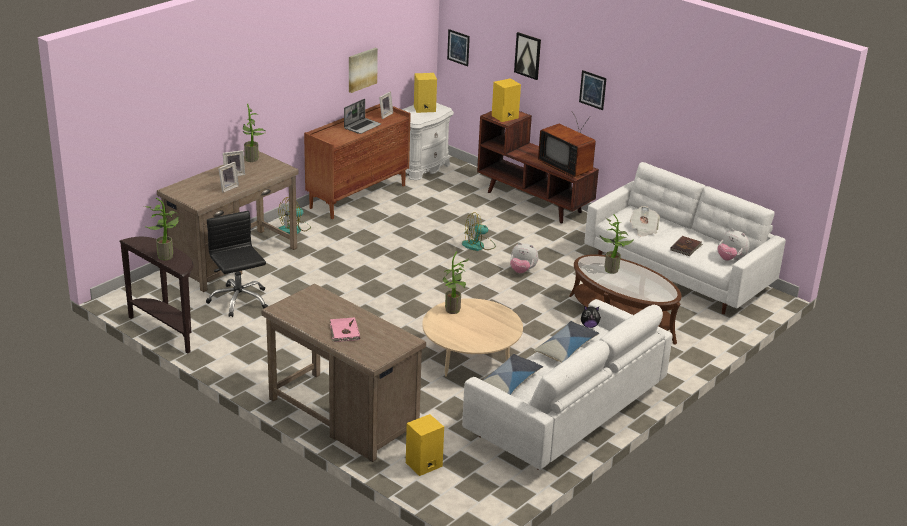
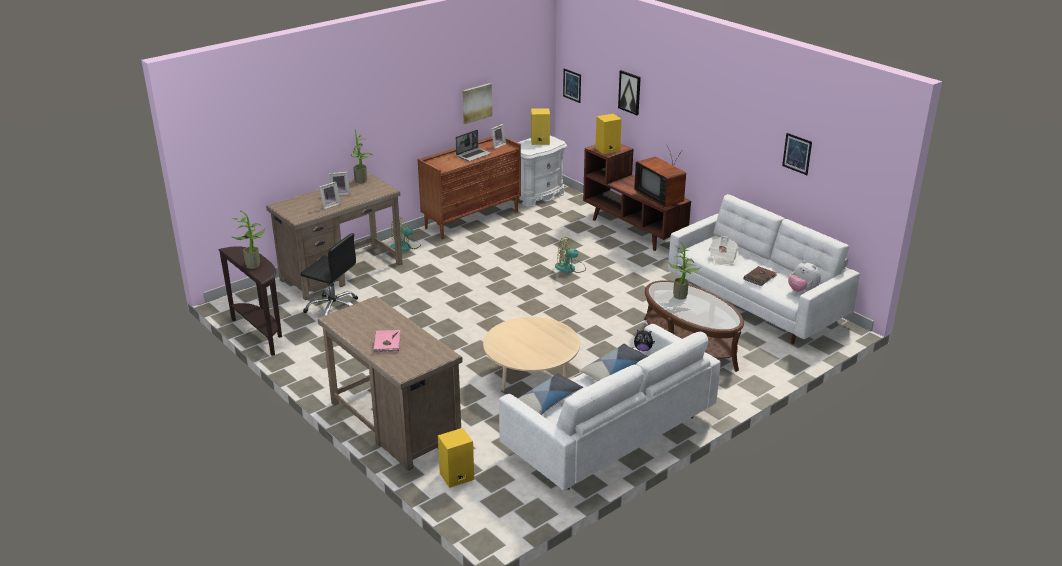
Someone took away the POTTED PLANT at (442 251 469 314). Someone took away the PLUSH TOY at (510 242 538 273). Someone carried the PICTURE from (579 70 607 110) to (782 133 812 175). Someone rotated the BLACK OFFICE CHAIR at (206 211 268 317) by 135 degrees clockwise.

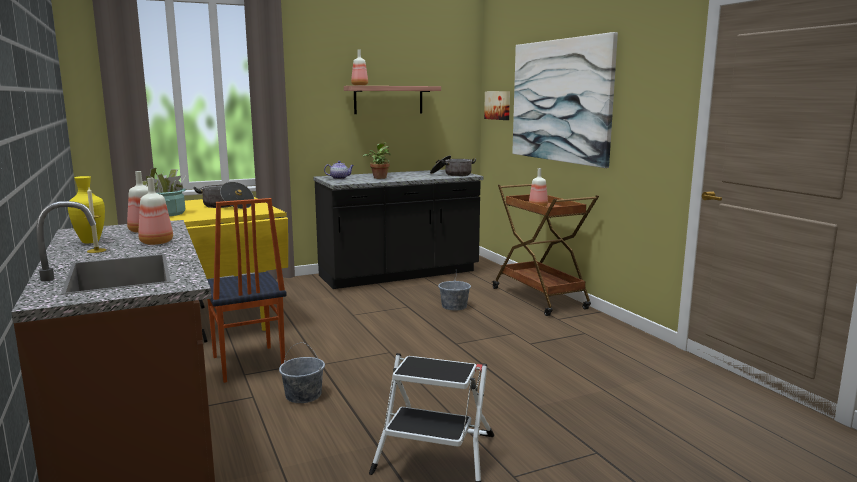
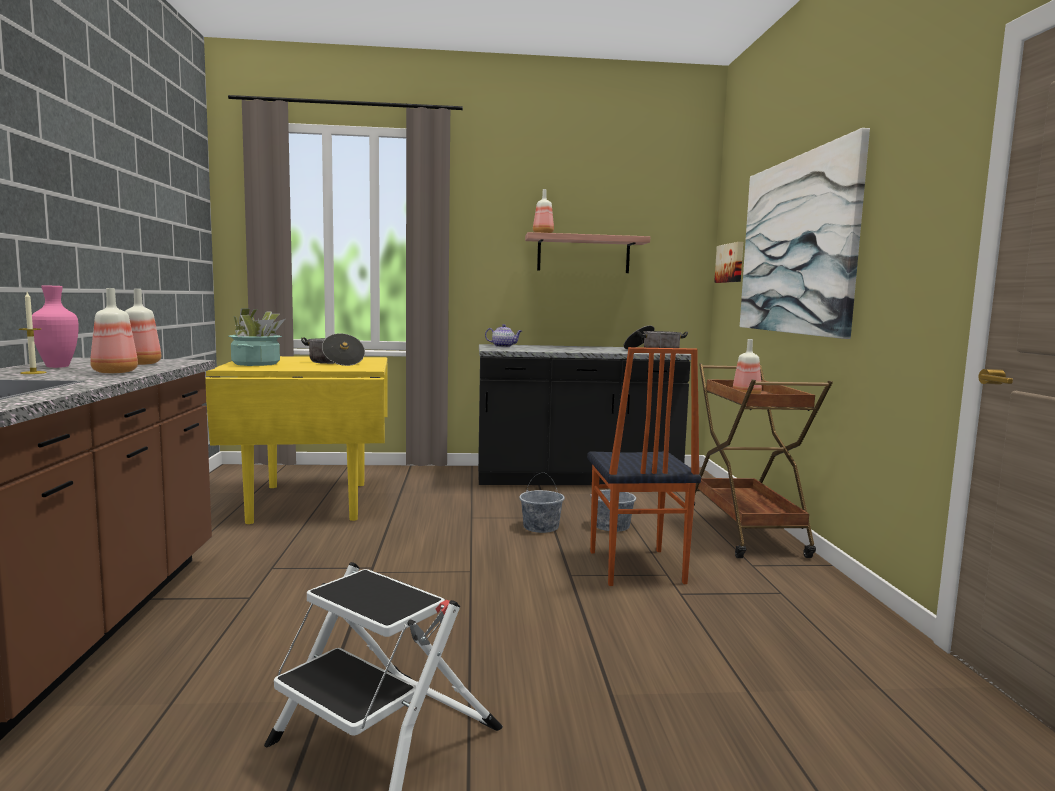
Someone took away the POTTED PLANT at (363 142 391 179). Someone carried the CHAIR from (207 198 287 383) to (587 347 701 586). Someone carried the GREY BUCKET from (279 342 325 403) to (519 472 565 533). Someone repainted the YELLOW VASE at (68 176 105 243), which became the PINK VASE at (32 285 79 368).

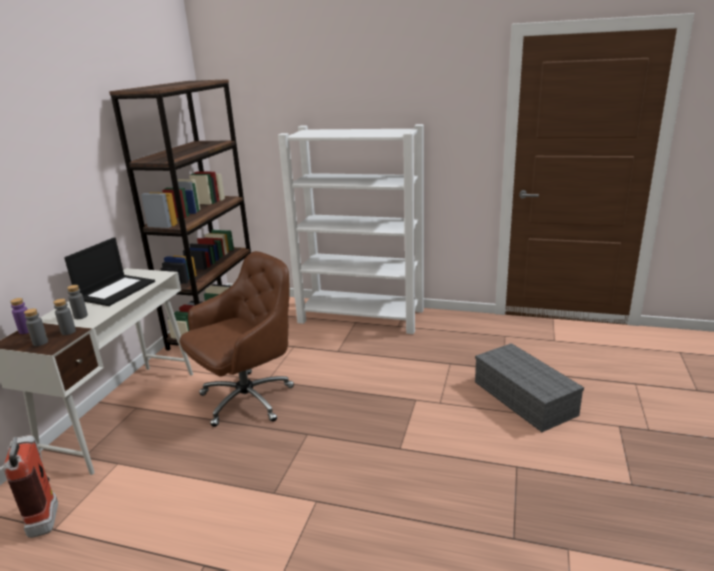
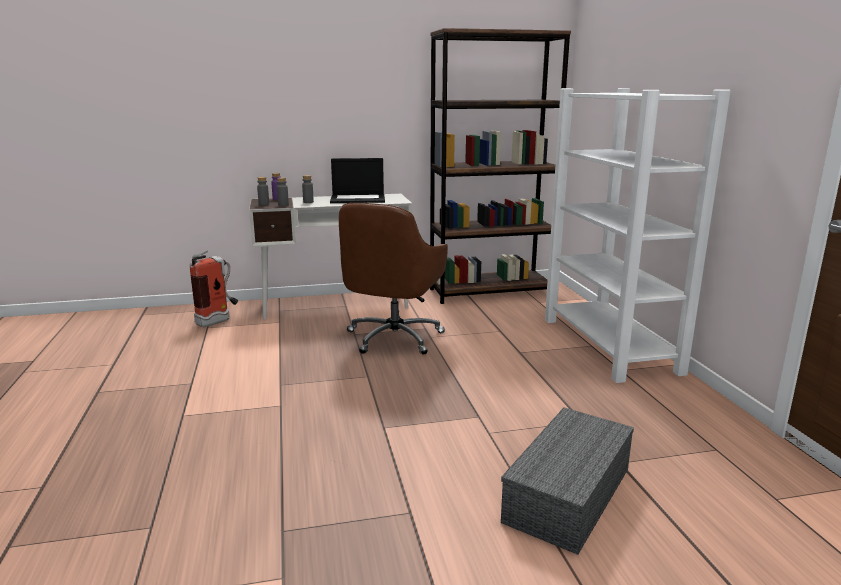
Someone rotated the BROWN OFFICE CHAIR at (180 251 294 427) by 90 degrees clockwise.

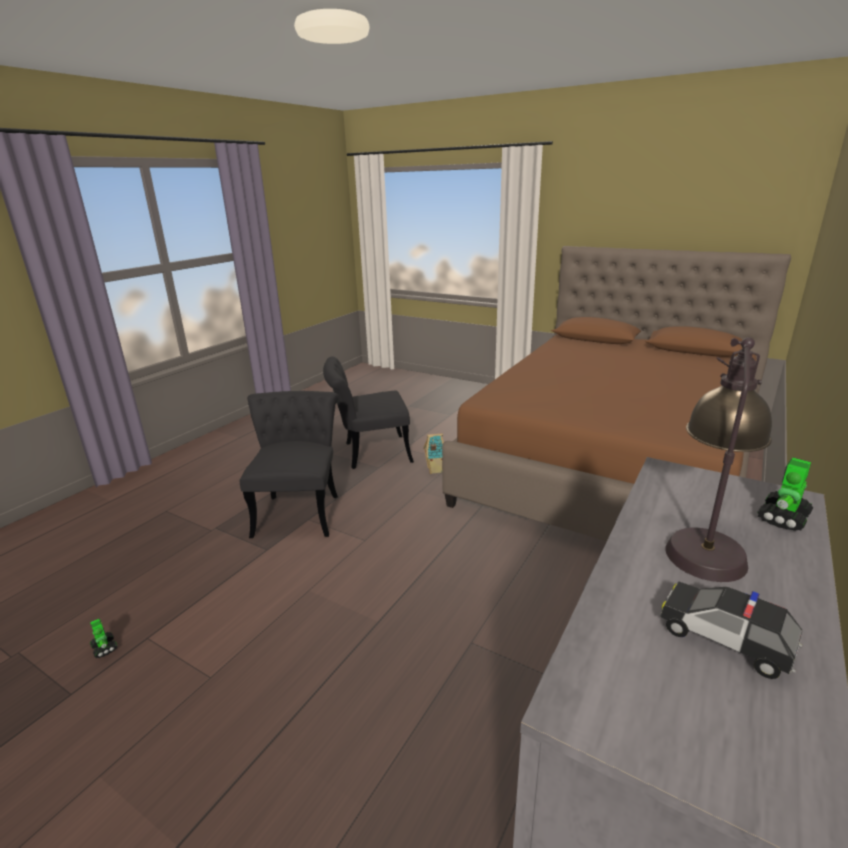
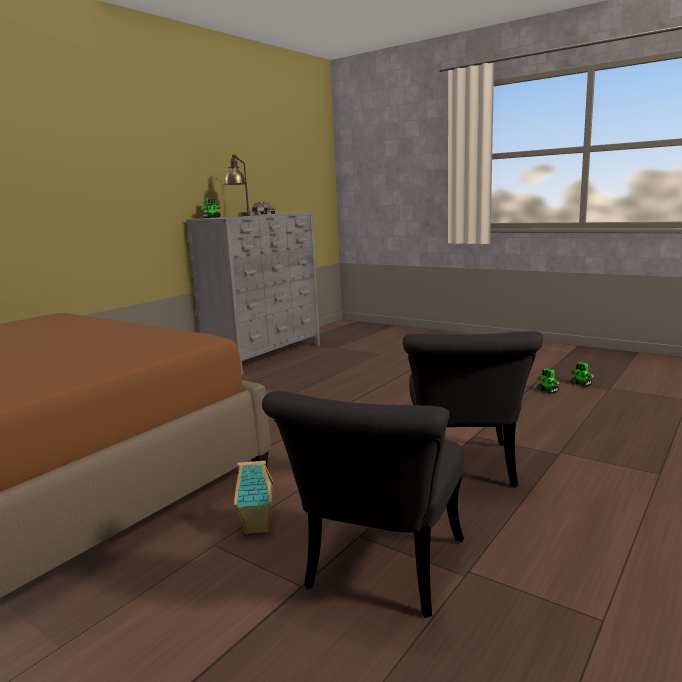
Someone put down the TOY ROBOT at (569 362 594 387). Someone rotated the BLACK CHAIR at (323 356 414 469) by 120 degrees clockwise.

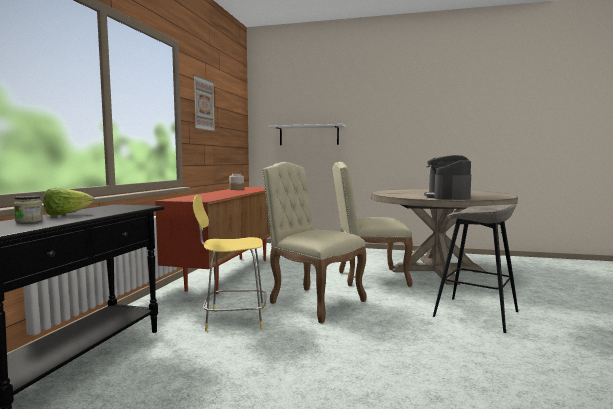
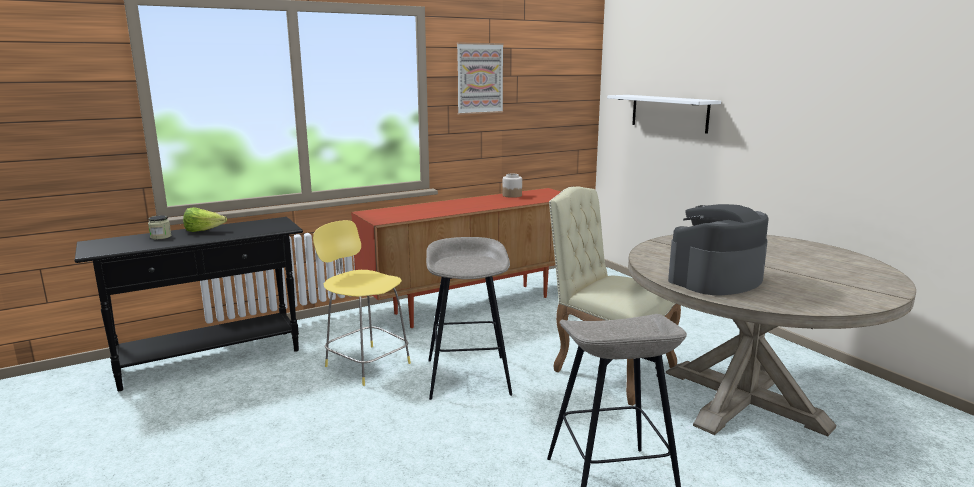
Someone swapped the BEIGE CHAIR at (263 162 367 324) for the GREY STOOL at (426 237 512 400).

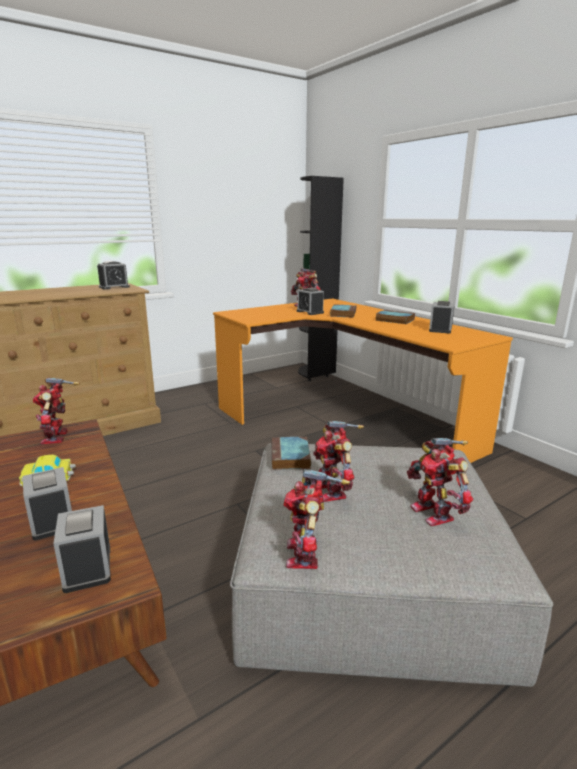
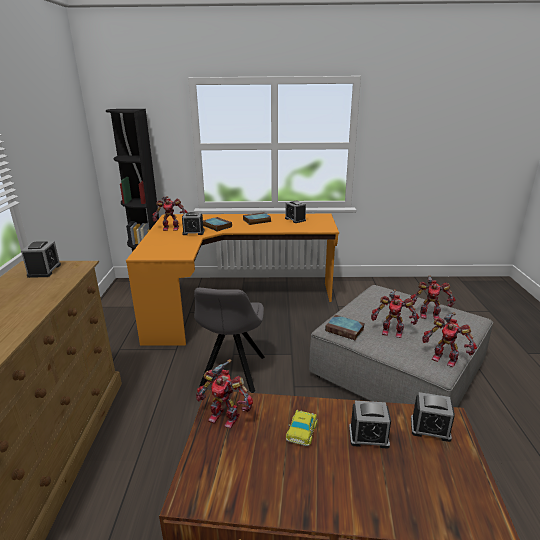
Someone put down the GREY CHAIR at (194 288 265 393).

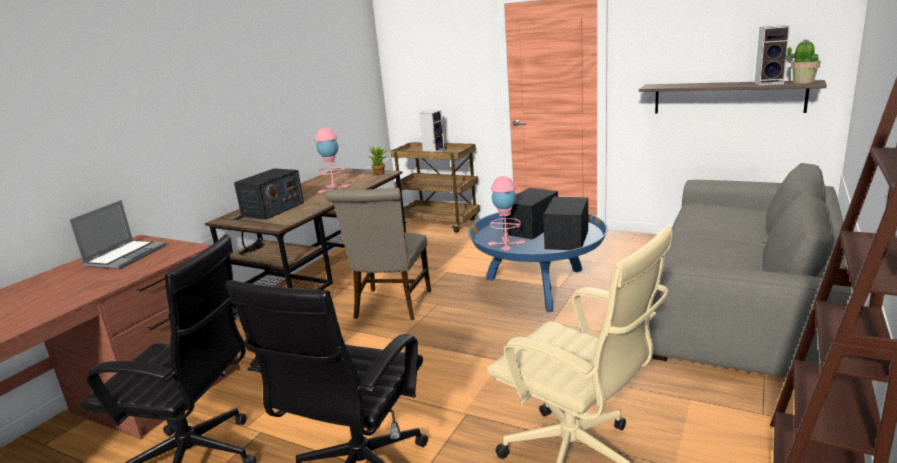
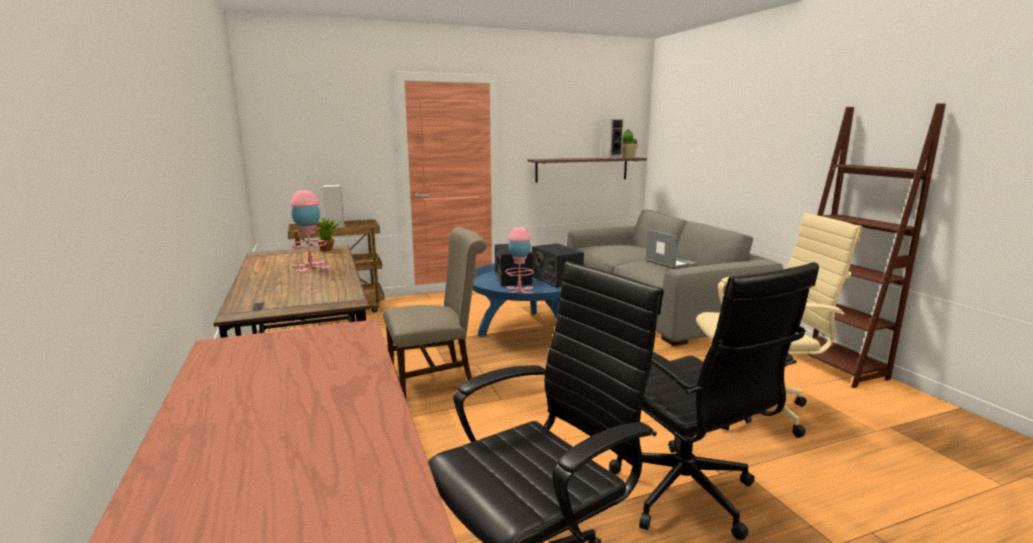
Someone took away the RADIO at (234 168 304 220). Someone carried the LAPTOP from (69 200 166 269) to (645 229 697 269). Someone rotated the BEIGE CHAIR at (326 188 431 320) by 75 degrees counterclockwise.

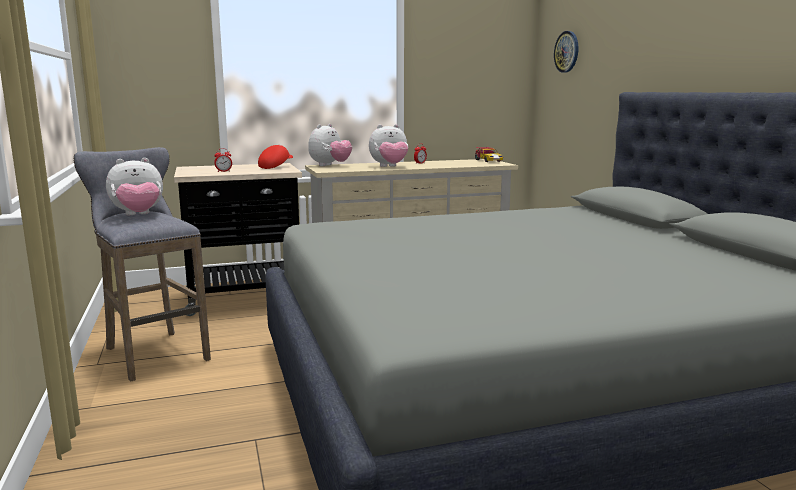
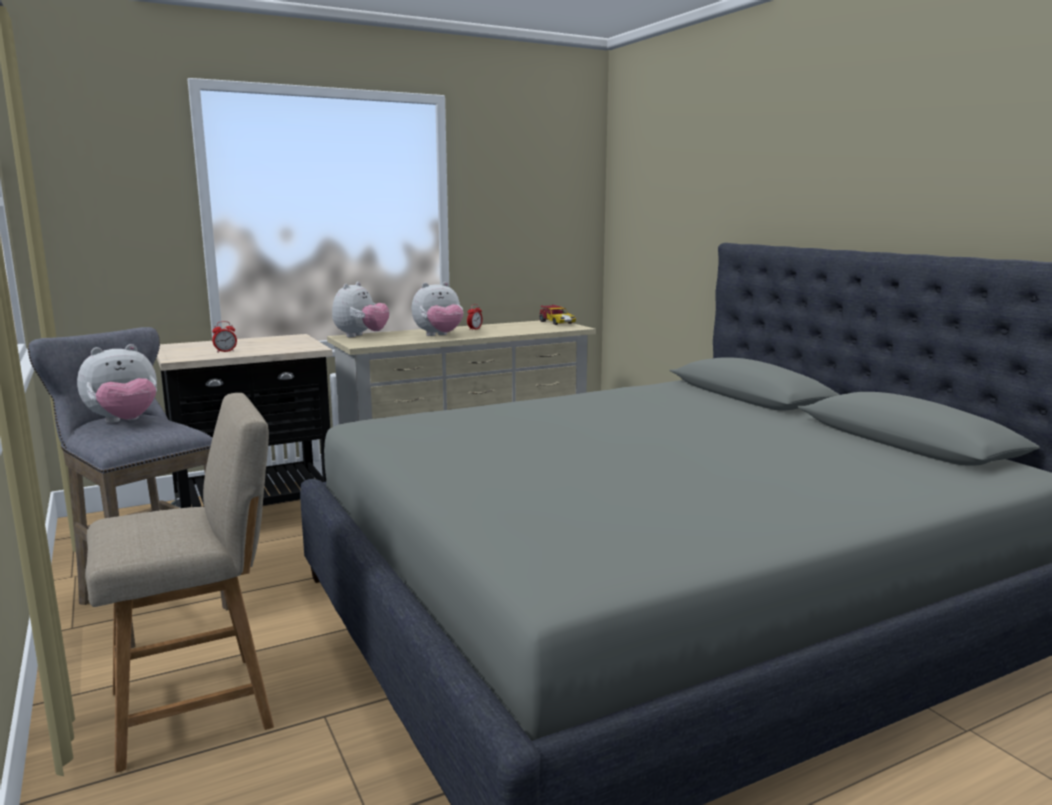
Someone took away the RED CAP at (258 145 293 169). Someone took away the WALL CLOCK at (554 31 578 73). Someone put down the BEIGE CHAIR at (85 393 274 773).

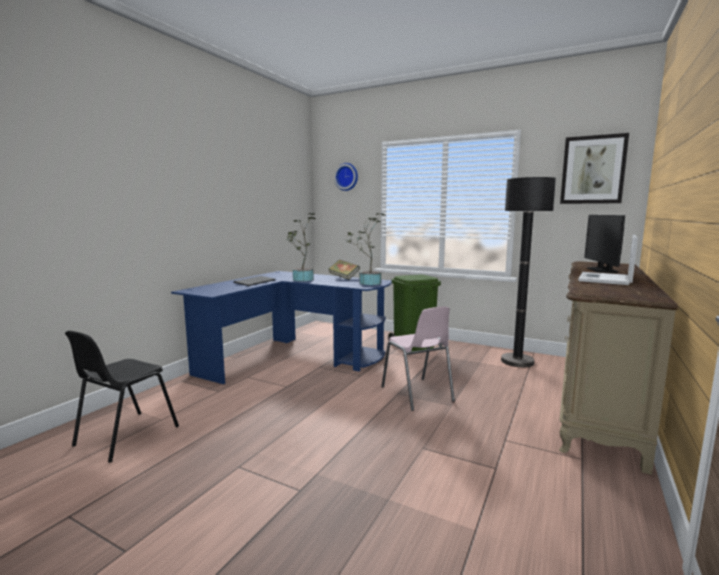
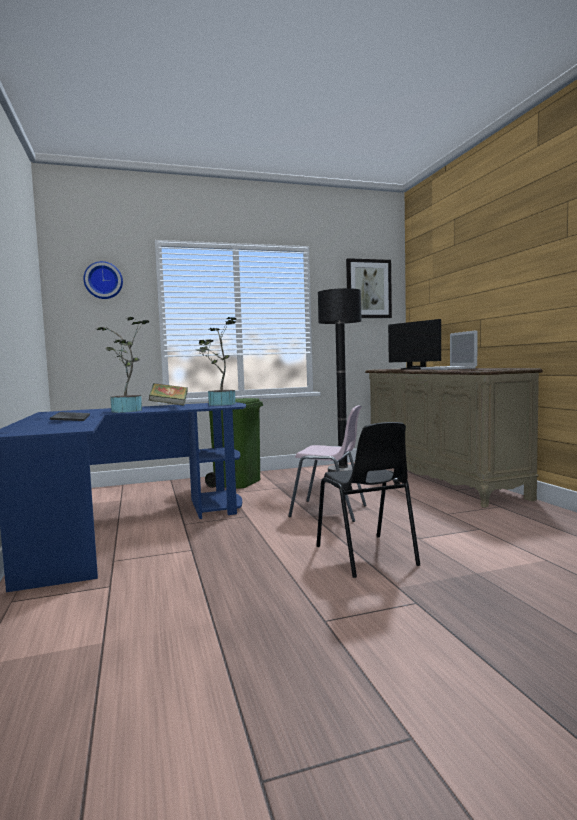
Someone carried the BLACK CHAIR from (65 331 179 462) to (316 422 420 578).

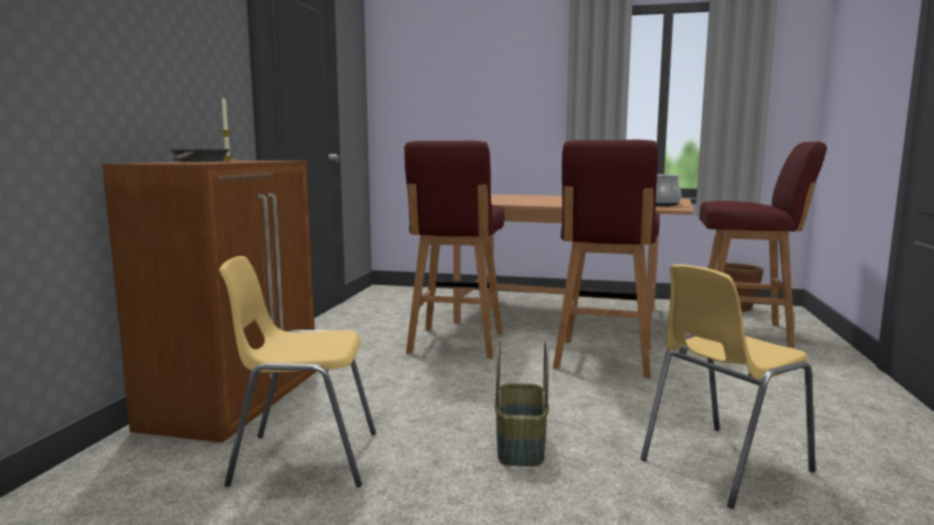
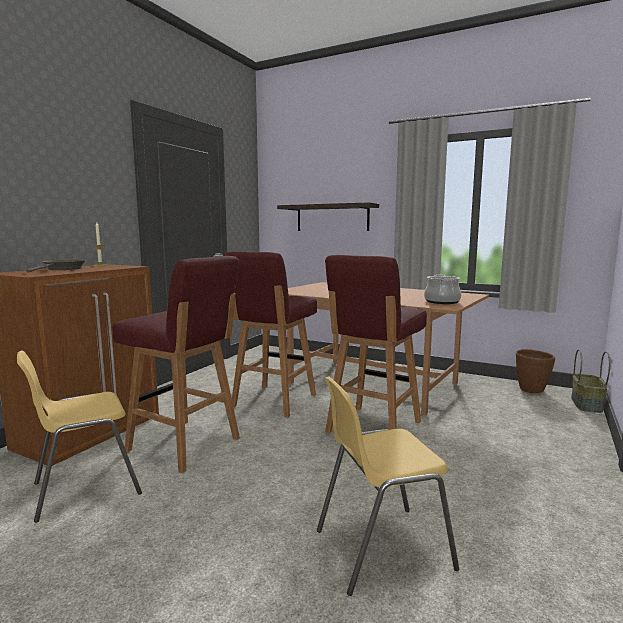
Someone put up the SHELF at (277 202 379 231). Someone carried the BASKET from (495 338 549 467) to (571 349 610 413). Someone carried the RED STOOL from (699 141 827 348) to (113 256 240 473). Someone rotated the YELLOW CHAIR at (219 256 376 487) by 45 degrees counterclockwise.

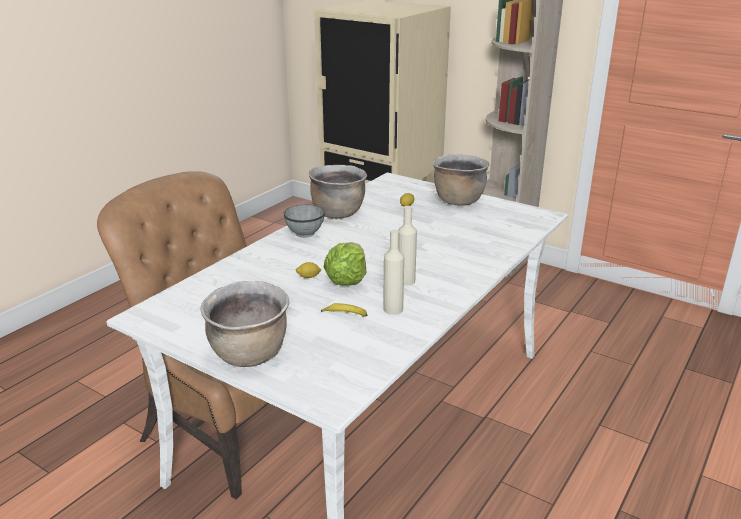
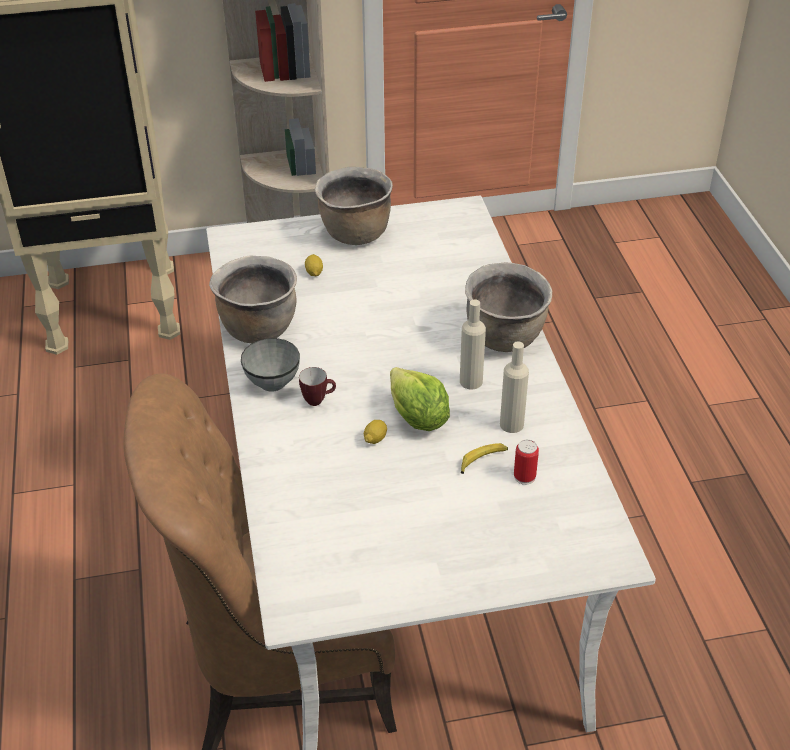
Someone put down the MUG at (299 367 336 406). Someone put down the CAN at (514 439 539 485). Someone carried the BROWN COOKING POT from (201 281 289 367) to (465 263 552 352).

